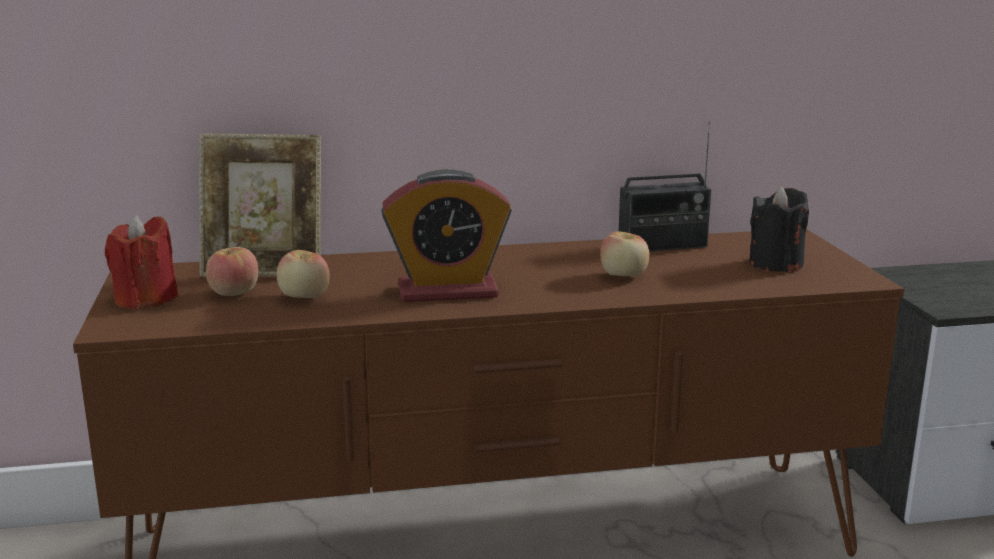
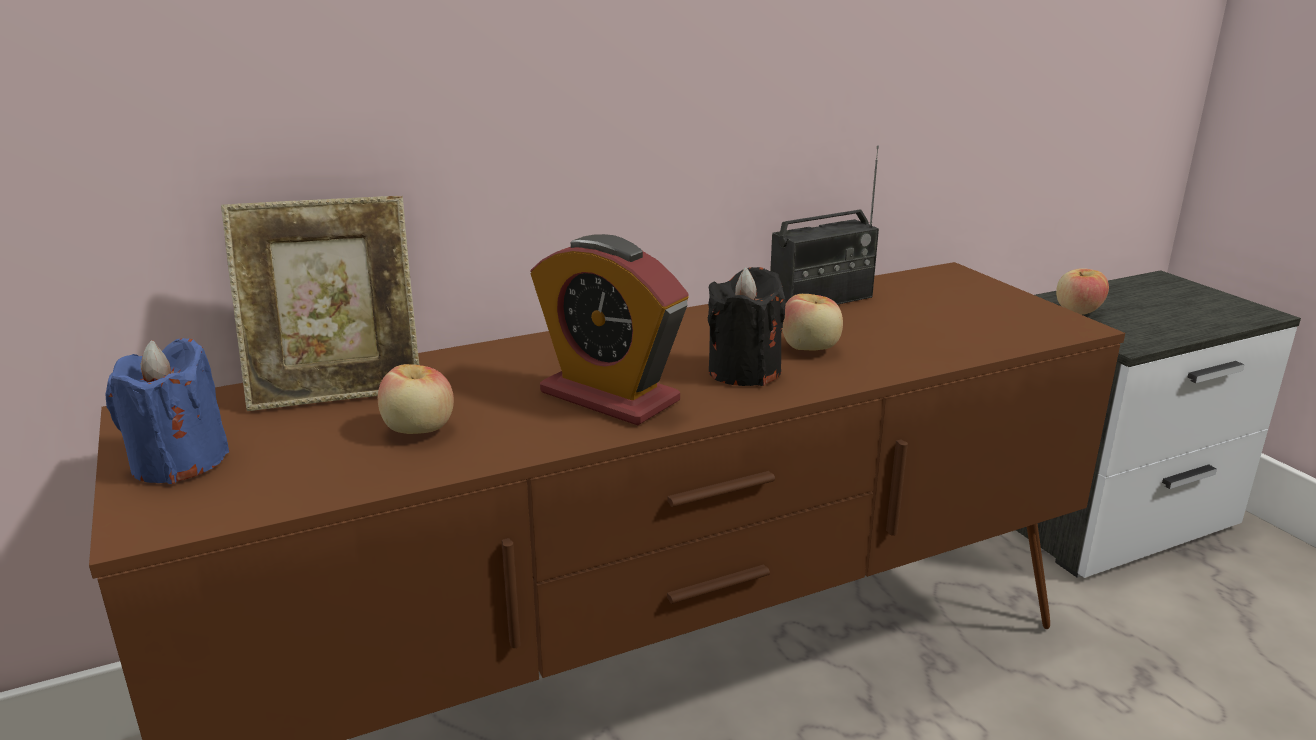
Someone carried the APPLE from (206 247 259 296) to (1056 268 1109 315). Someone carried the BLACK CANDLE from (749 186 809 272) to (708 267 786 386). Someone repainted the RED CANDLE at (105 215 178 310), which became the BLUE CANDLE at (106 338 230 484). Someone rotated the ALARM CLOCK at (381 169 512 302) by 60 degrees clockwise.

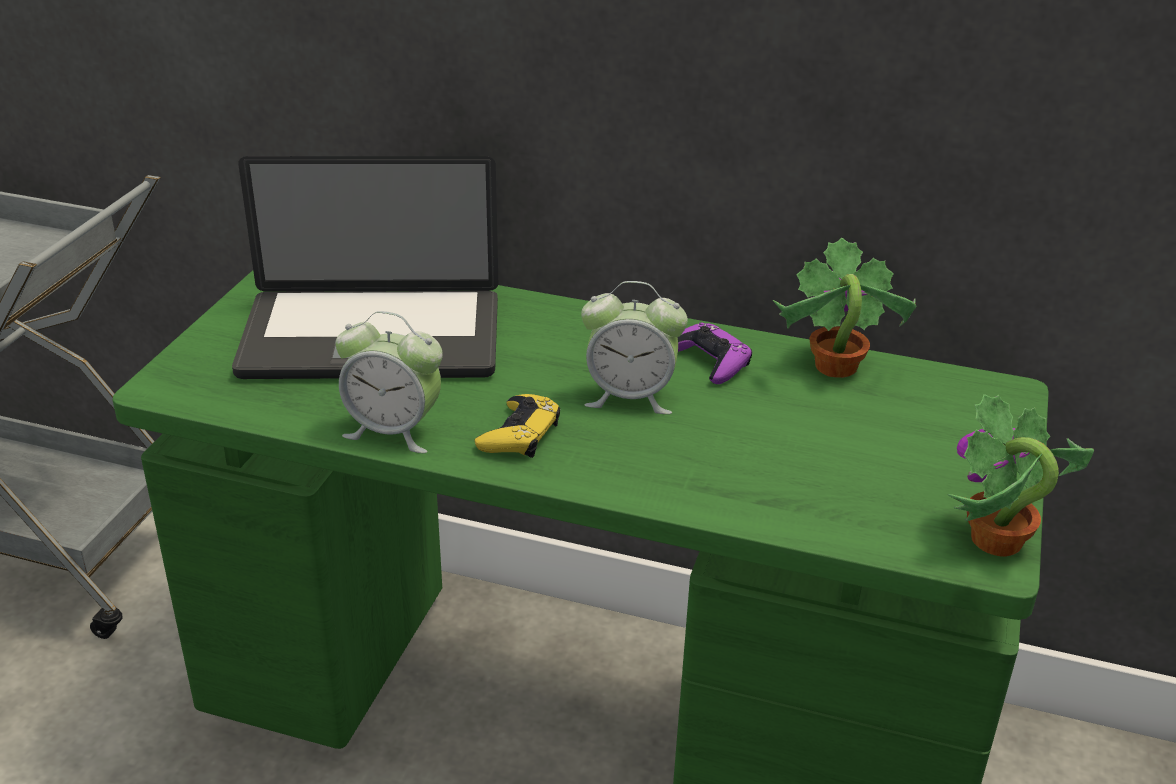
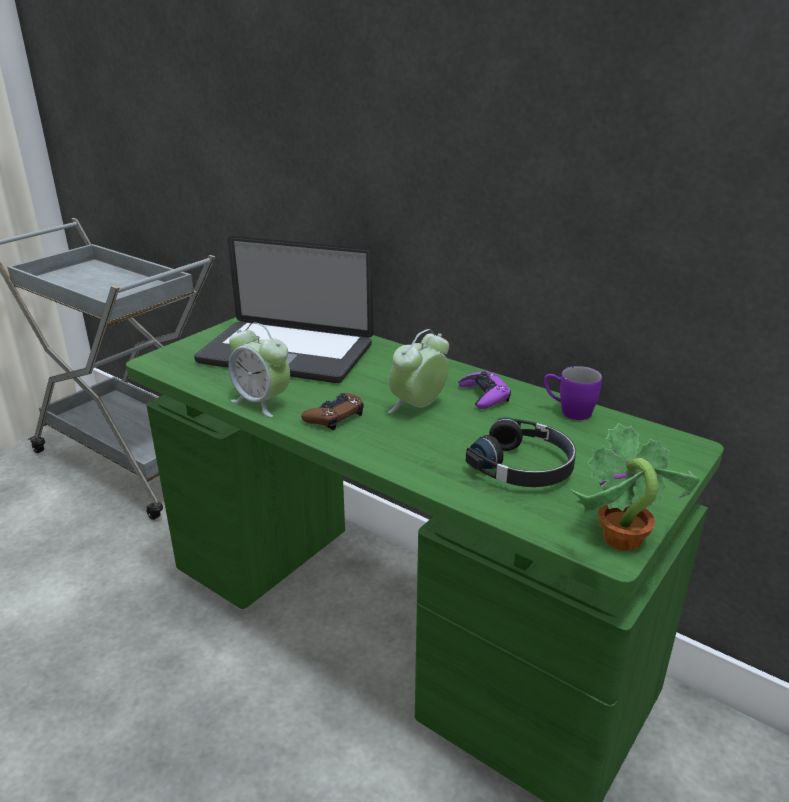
Someone put down the BLACK HEADPHONES at (466 417 576 487). Someone swapped the POTTED PLANT at (773 238 916 378) for the PURPLE MUG at (544 366 602 420). Someone repainted the YELLOW GAME CONTROLLER at (474 394 560 458), which became the BROWN GAME CONTROLLER at (301 393 364 430). Someone rotated the ALARM CLOCK at (581 281 688 414) by 105 degrees clockwise.

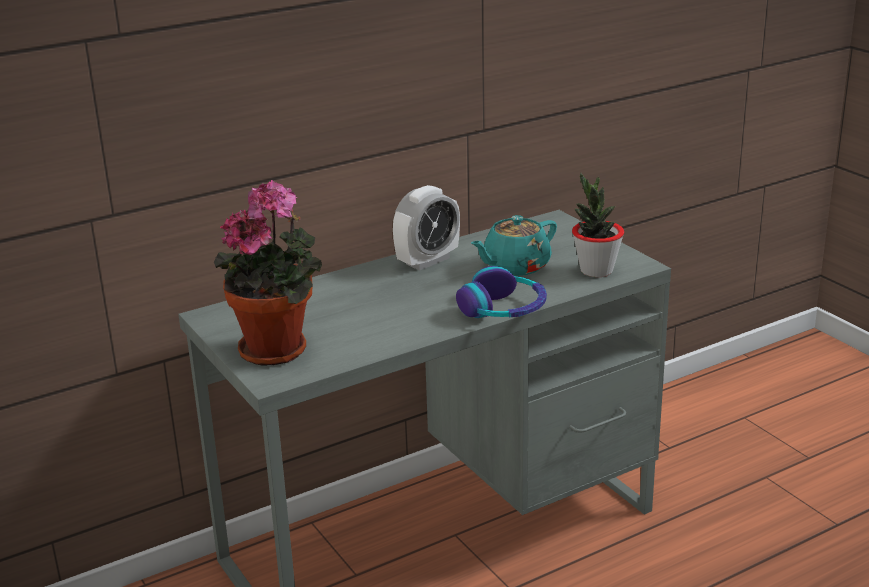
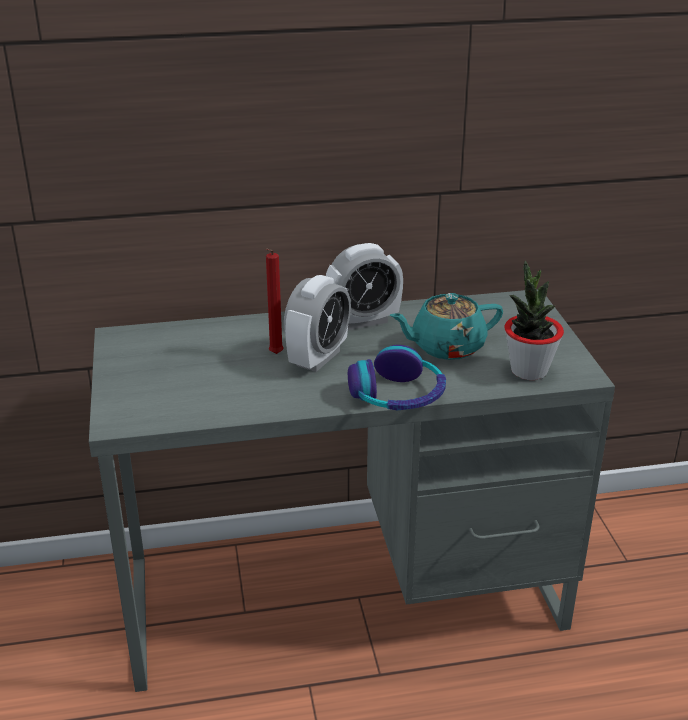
Someone took away the POTTED PLANT at (214 180 322 365). Someone put down the RED CANDLE at (265 248 284 354). Someone put down the ALARM CLOCK at (284 275 351 372).

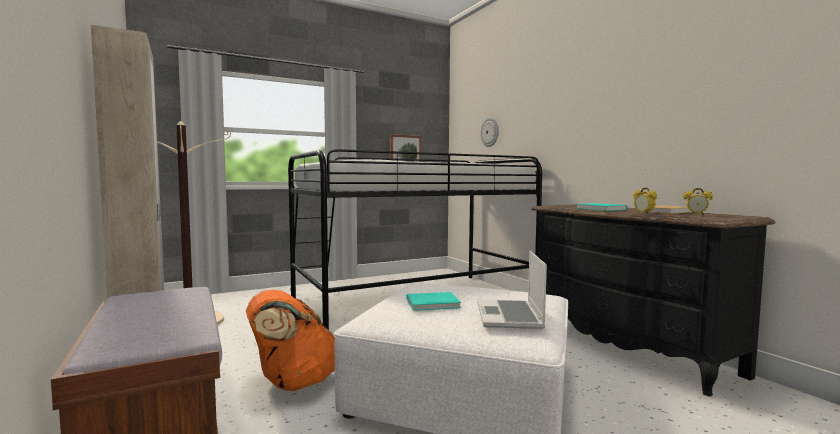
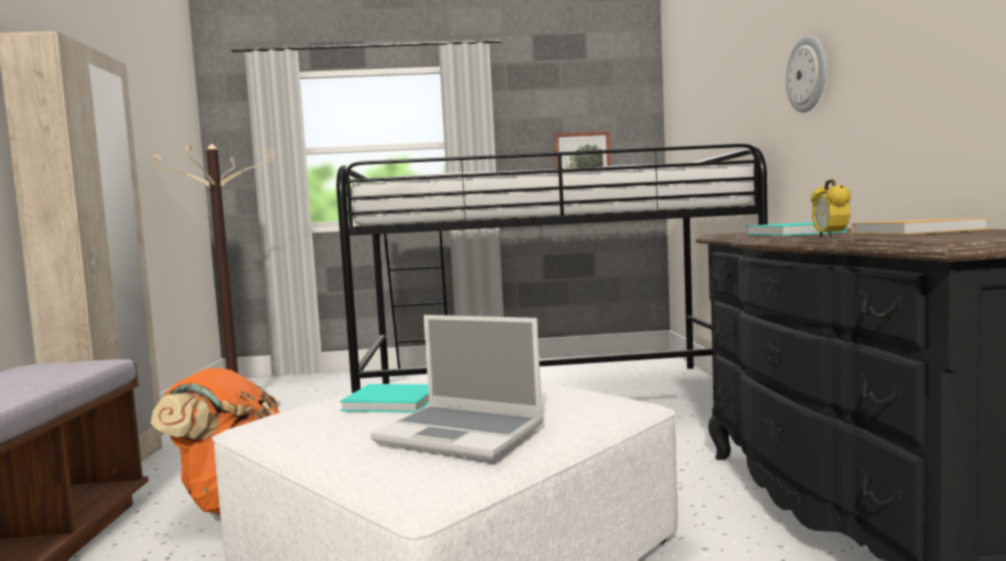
Someone took away the ALARM CLOCK at (683 188 713 215). Someone carried the WALL CLOCK from (480 117 499 147) to (786 36 826 113). Someone rotated the LAPTOP at (478 251 547 329) by 90 degrees counterclockwise.

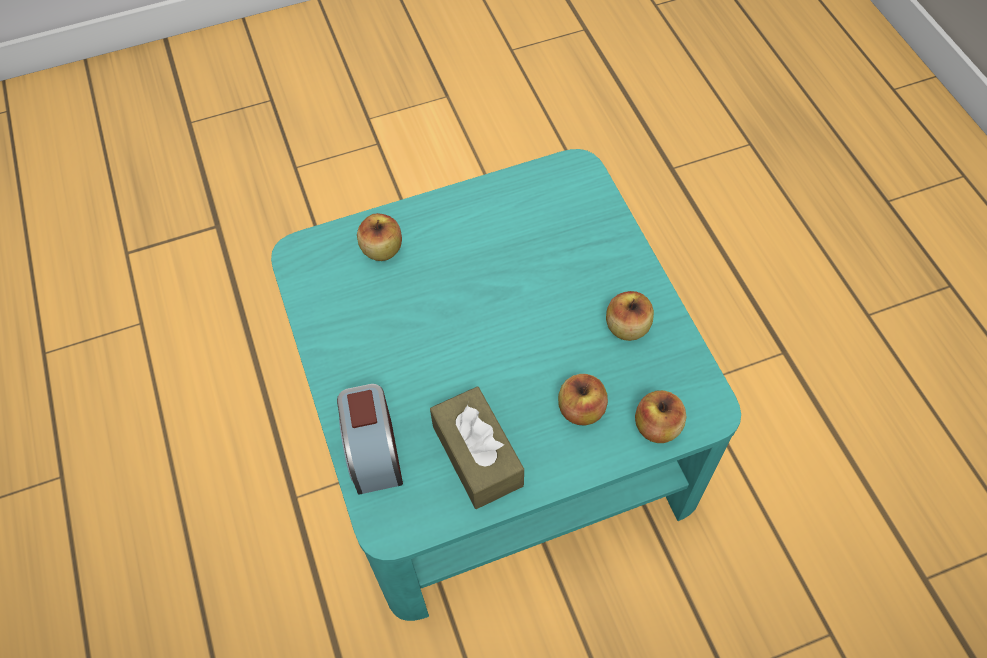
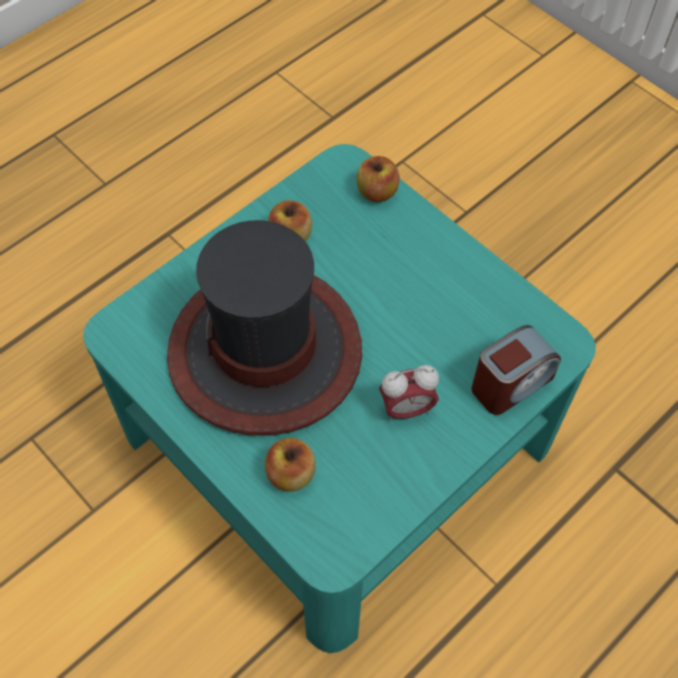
Someone took away the BROWN TISSUE BOX at (430 386 524 509). Someone took away the APPLE at (558 374 608 425). Someone put down the HAT at (167 220 362 436). Someone put down the ALARM CLOCK at (379 365 439 422).

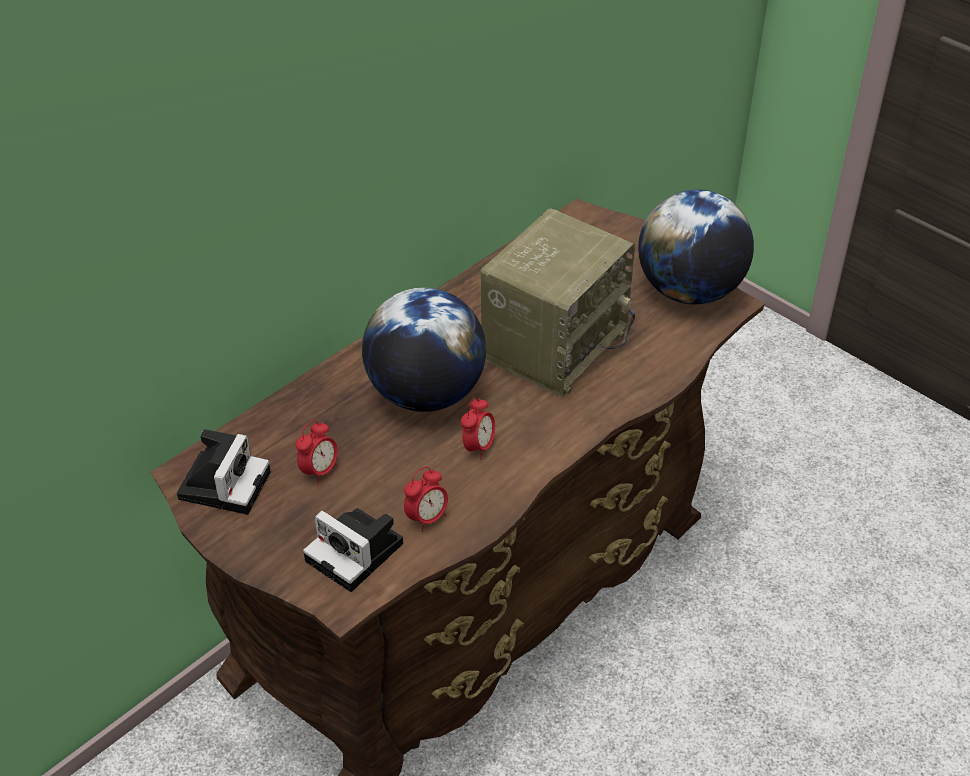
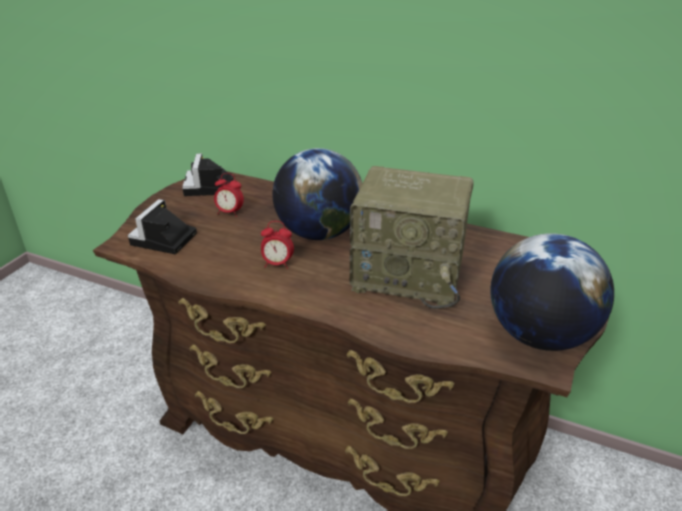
Someone took away the ALARM CLOCK at (404 467 448 532). Someone rotated the PHOTO CAMERA at (177 429 271 515) by 90 degrees clockwise.

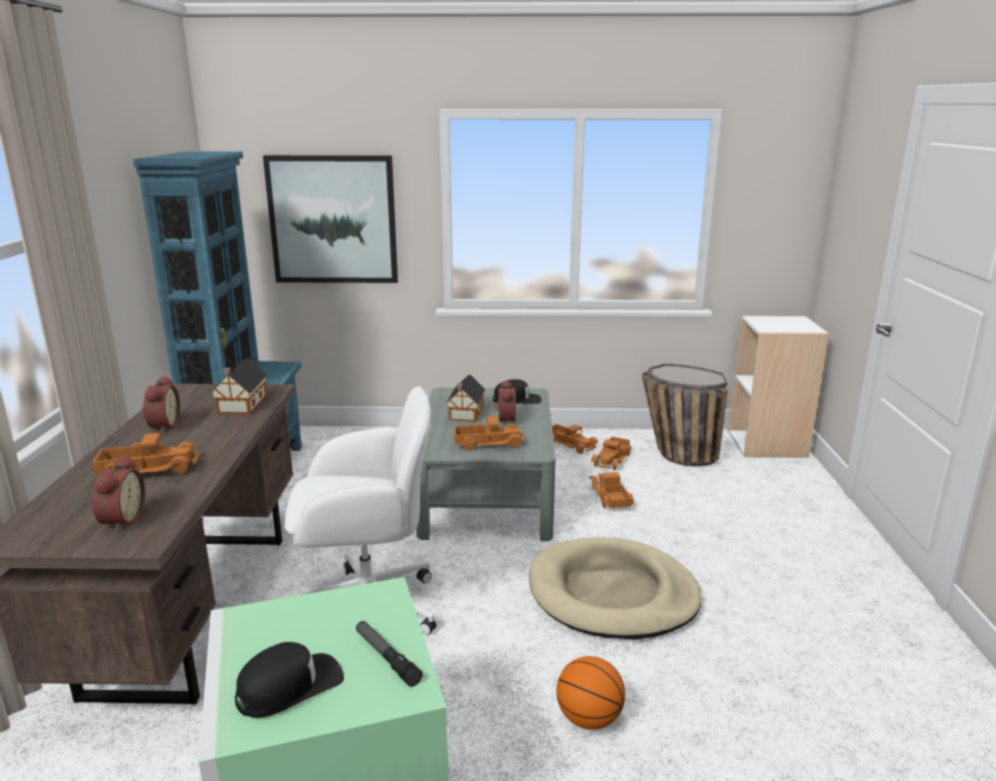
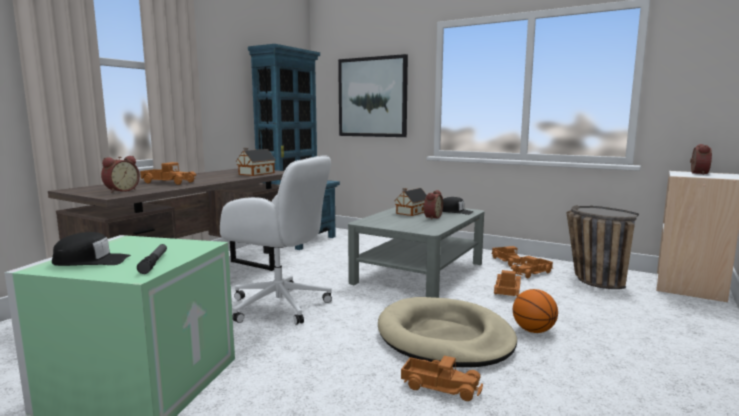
Someone carried the ALARM CLOCK from (142 376 180 433) to (690 144 712 175). Someone carried the TOY TRUCK from (454 416 524 451) to (401 356 483 401). Someone carried the BASKETBALL from (556 656 625 730) to (513 289 558 333).

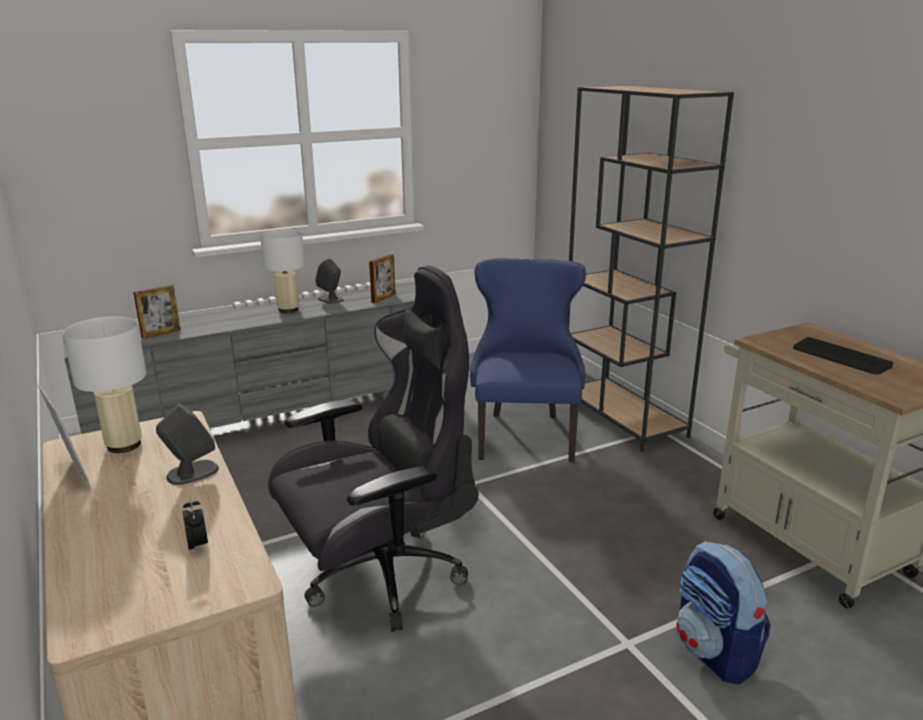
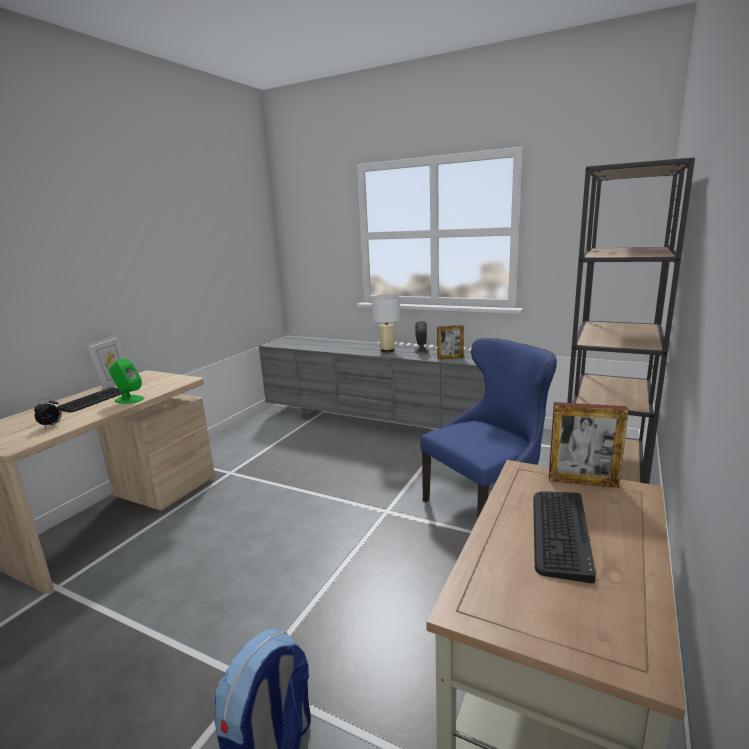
Someone took away the WHITE TABLE LAMP at (63 316 146 453). Someone took away the BLACK OFFICE CHAIR at (268 265 479 632). Someone put down the KEYBOARD at (57 387 123 412). Someone carried the PICTURE FRAME from (133 285 181 339) to (549 402 629 488). Someone repainted the GREY SPEAKER at (156 404 219 485), which became the GREEN SPEAKER at (109 358 144 404).

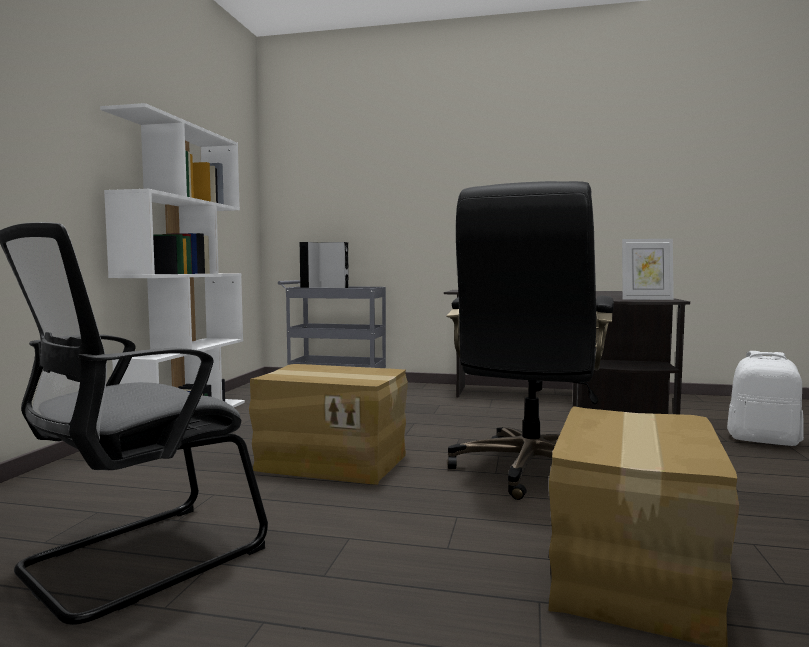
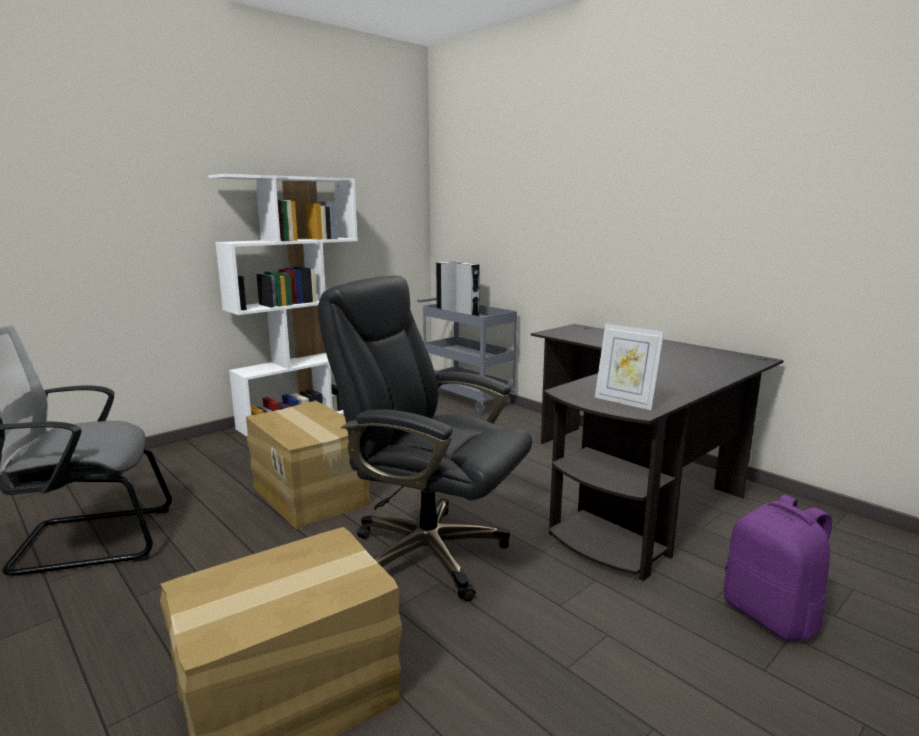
Someone repainted the WHITE BACKPACK at (727 351 804 446), which became the PURPLE BACKPACK at (724 495 832 642). Someone rotated the BLACK OFFICE CHAIR at (446 181 614 500) by 60 degrees clockwise.

